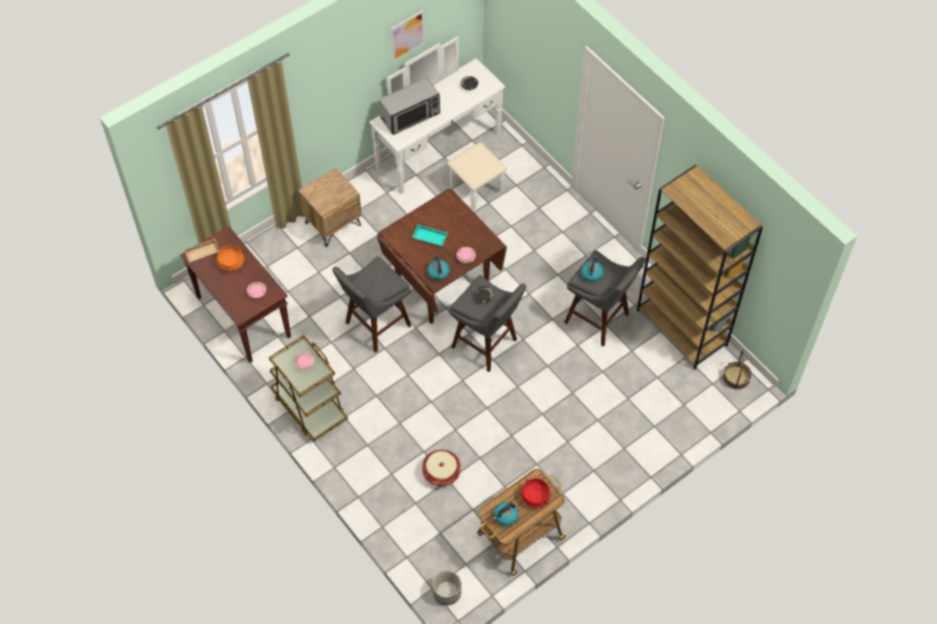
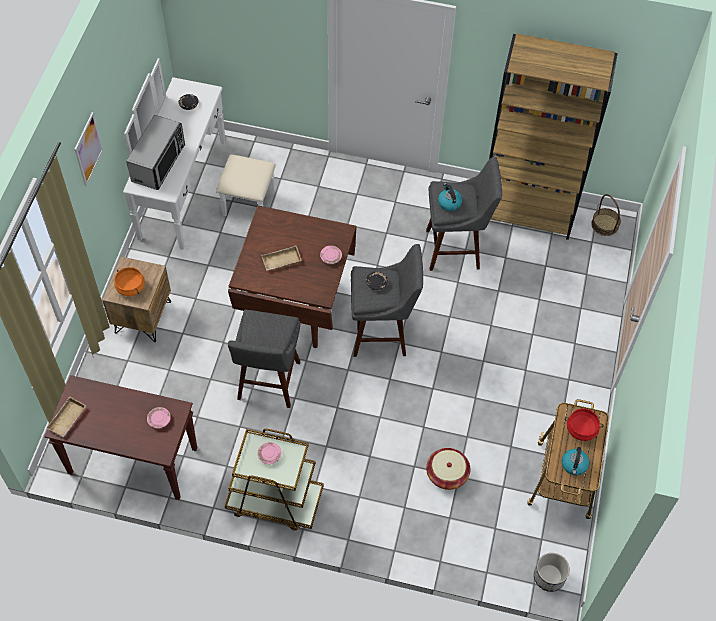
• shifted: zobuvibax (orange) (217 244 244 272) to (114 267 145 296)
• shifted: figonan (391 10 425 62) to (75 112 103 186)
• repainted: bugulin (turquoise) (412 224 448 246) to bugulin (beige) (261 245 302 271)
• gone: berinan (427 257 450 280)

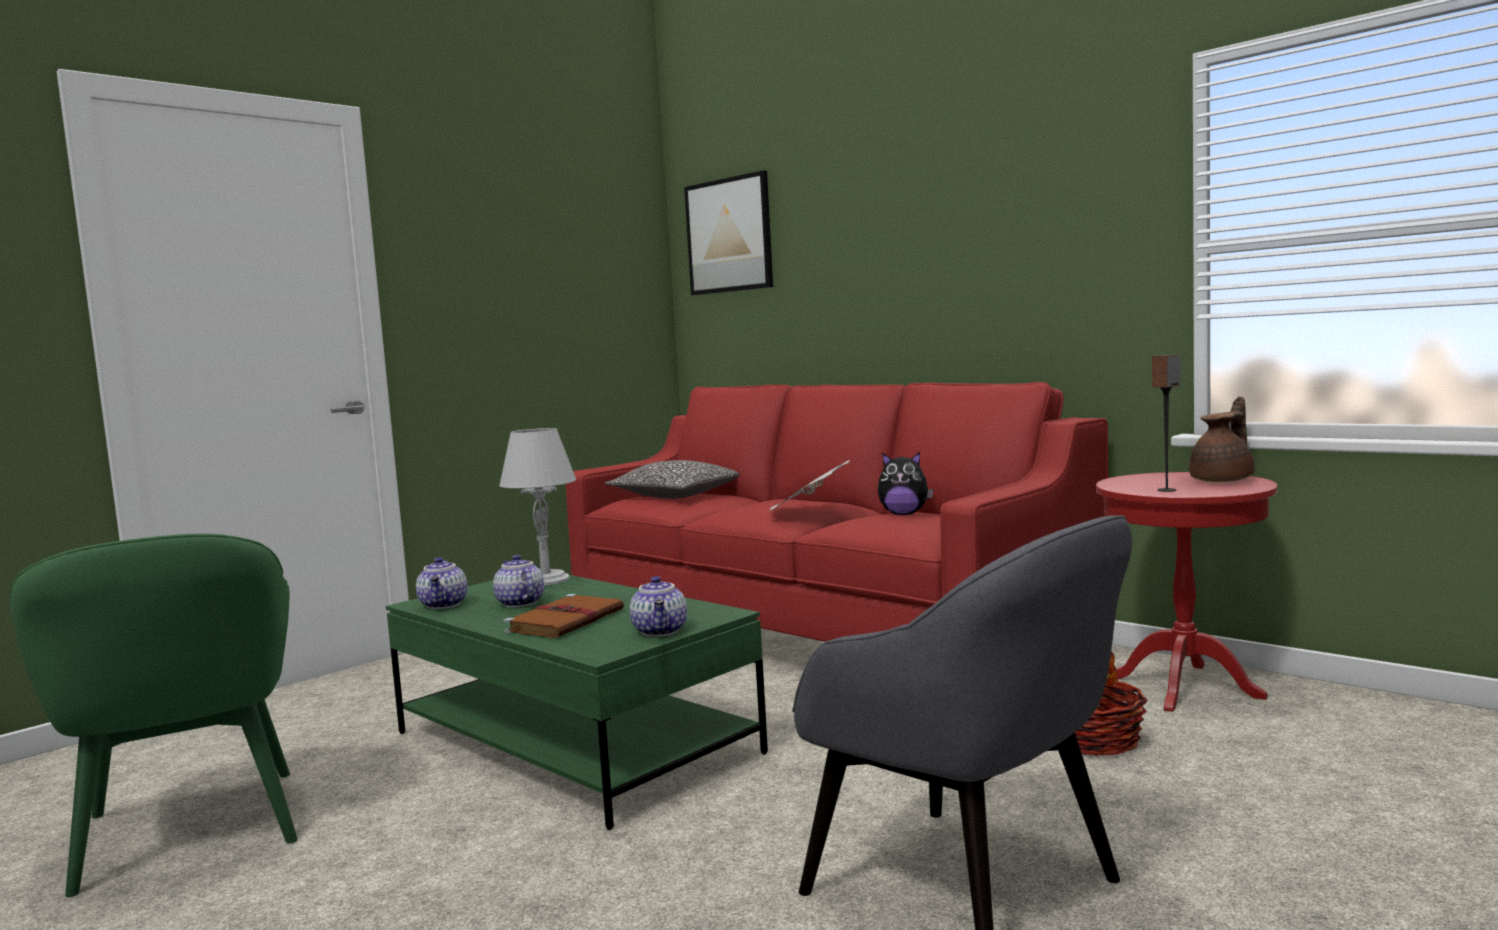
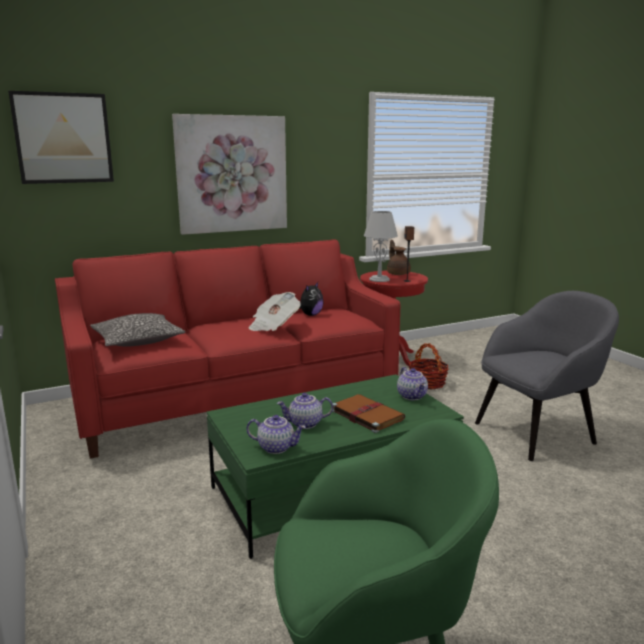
• shifted: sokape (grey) (499 428 576 586) to (364 211 398 282)
• rotated: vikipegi (630 576 687 637) = (397 367 428 400) 60 degrees clockwise
• new: figonan (172 114 287 235)

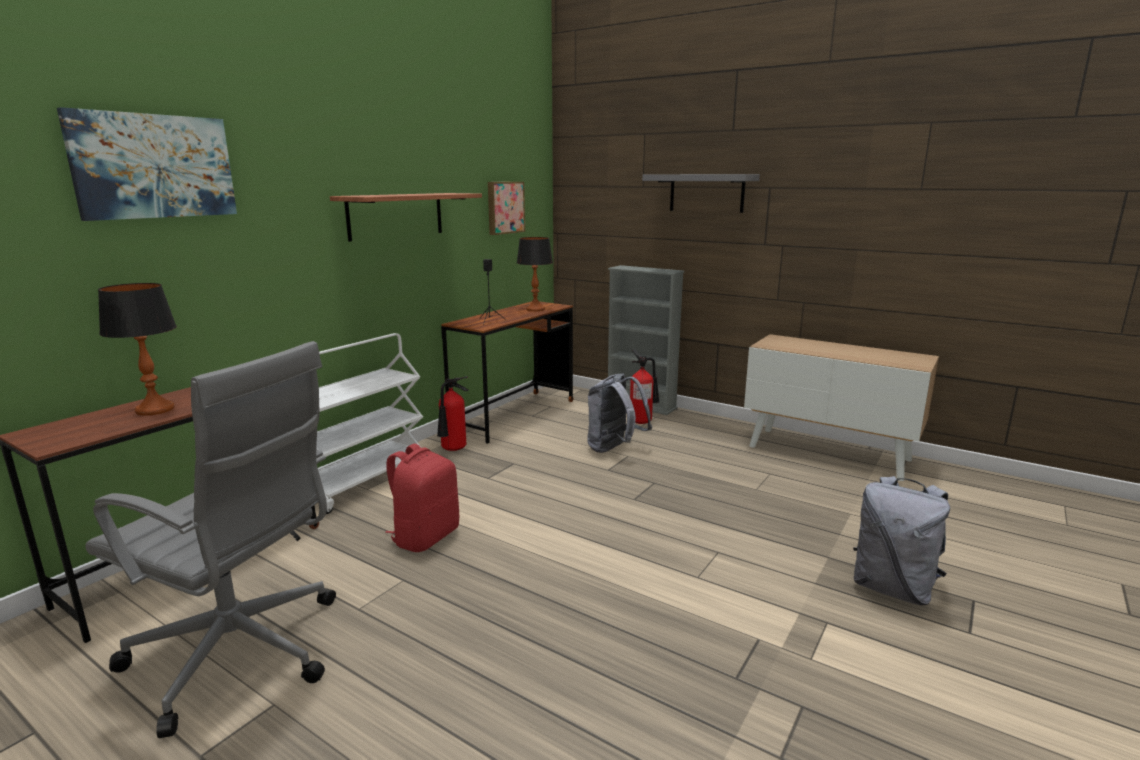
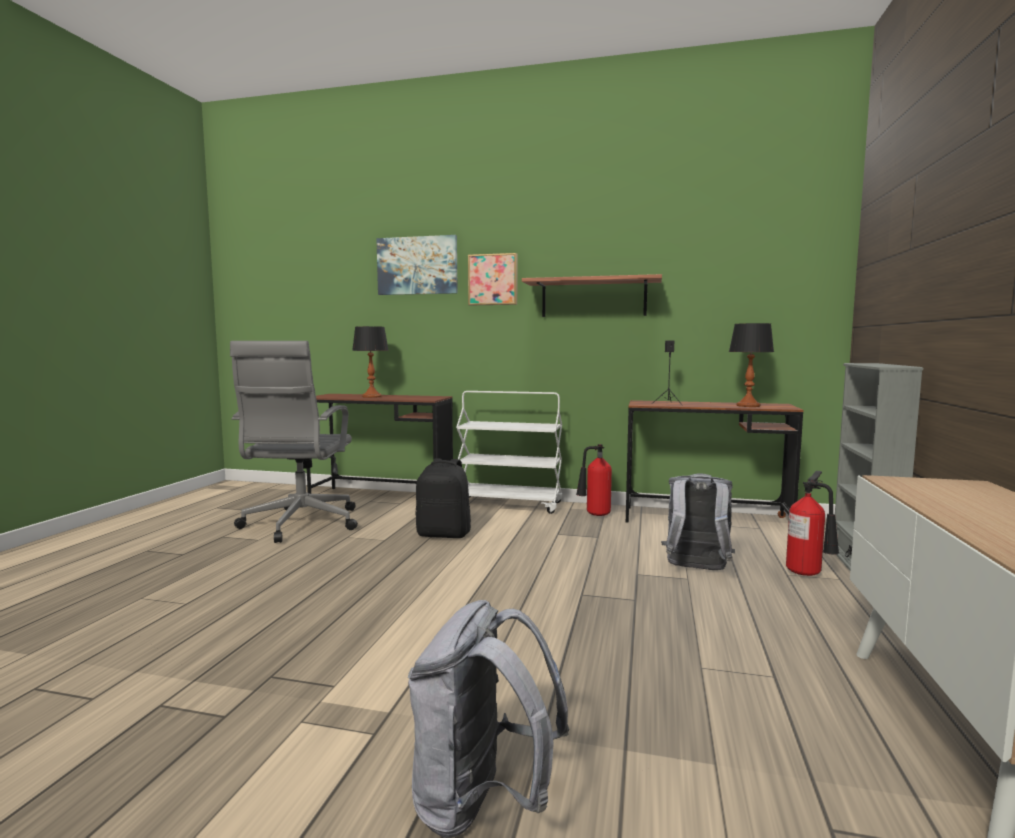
• repainted: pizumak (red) (385 444 459 552) to pizumak (black) (415 458 471 538)
• shifted: figonan (488 182 525 235) to (468 253 517 305)
• gone: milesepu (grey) (642 174 760 213)

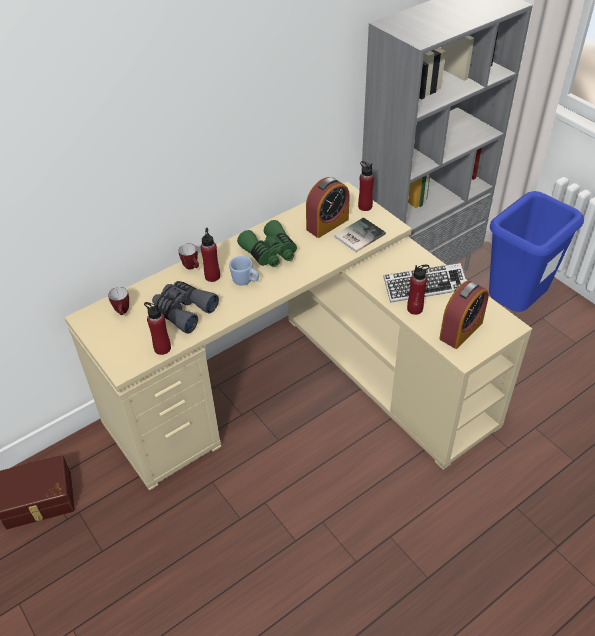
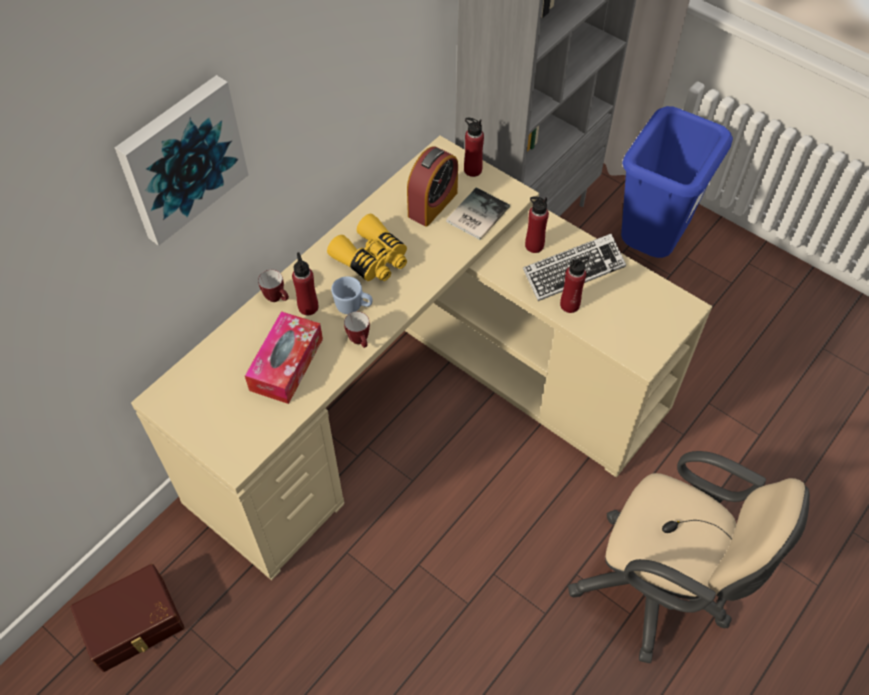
• shifted: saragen (108 287 129 315) to (344 312 370 348)
• shifted: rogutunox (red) (144 302 171 355) to (525 196 549 253)
• swapped: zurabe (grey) (152 281 219 334) to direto (245 311 323 404)
• repainted: zurabe (green) (237 220 297 267) to zurabe (yellow) (327 214 407 281)
• gone: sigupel (439 281 489 349)
• new: figonan (115 75 249 246)
• new: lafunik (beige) (568 451 810 663)

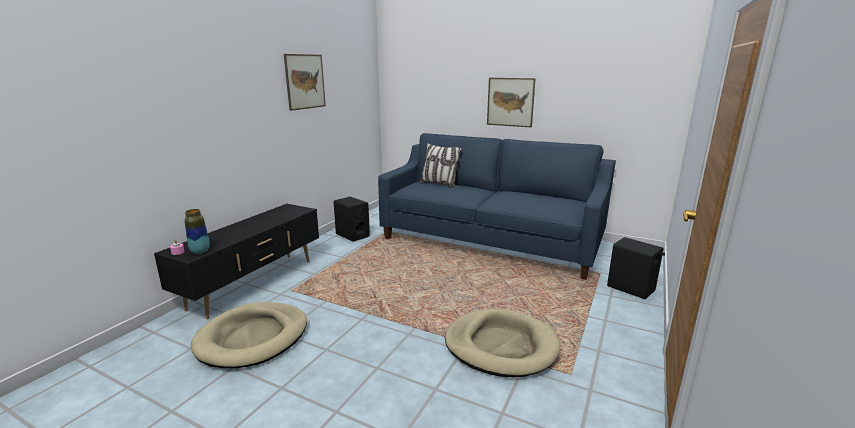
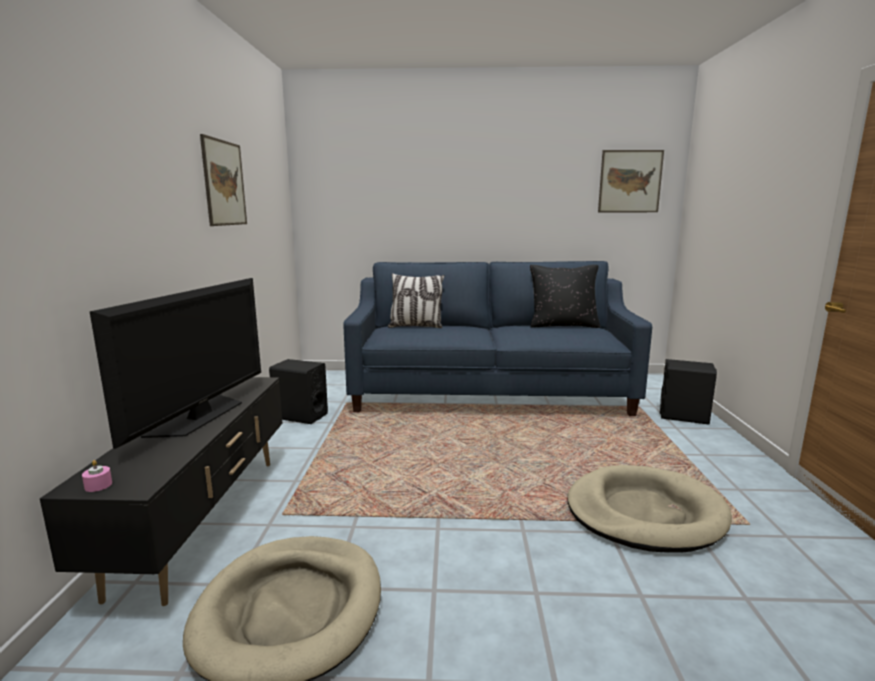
• gone: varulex (185 209 210 254)
• shifted: figonan (487 78 536 128) to (598 150 664 212)
• new: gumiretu (89 278 261 449)
• new: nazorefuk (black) (530 265 600 328)

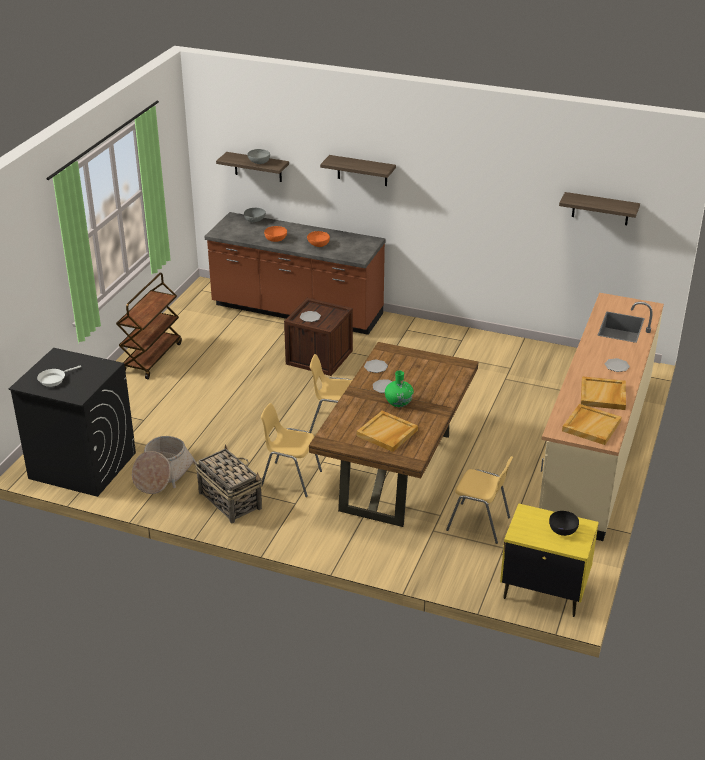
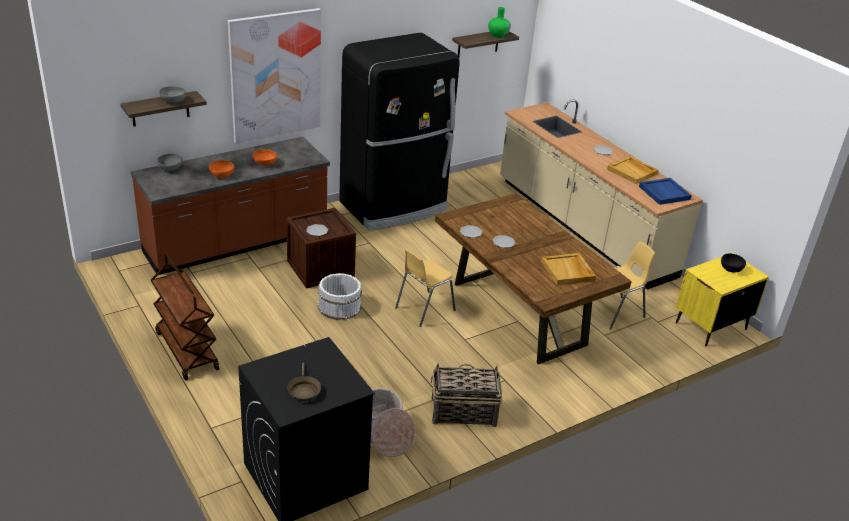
• repainted: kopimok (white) (37 365 81 387) to kopimok (brown) (287 362 321 401)
• gone: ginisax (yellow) (261 403 322 497)
• swapped: milesepu (320 155 396 186) to figonan (228 8 321 144)
• shifted: varulex (green) (385 371 414 407) to (488 7 511 38)
• repainted: bugulin (beige) (562 404 621 445) to bugulin (blue) (639 178 692 205)
• new: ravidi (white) (318 273 362 320)
• new: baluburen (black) (339 33 460 230)

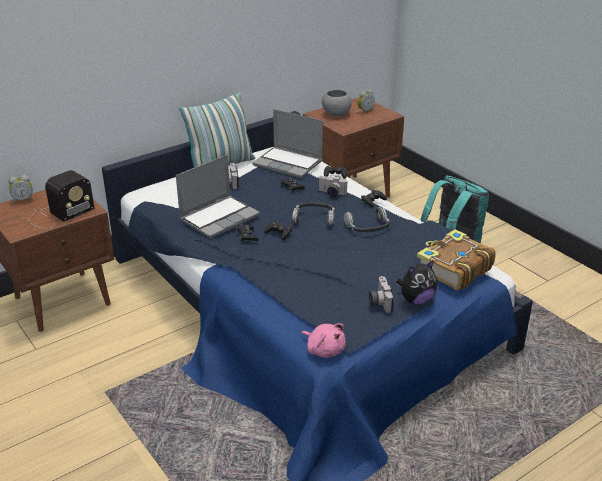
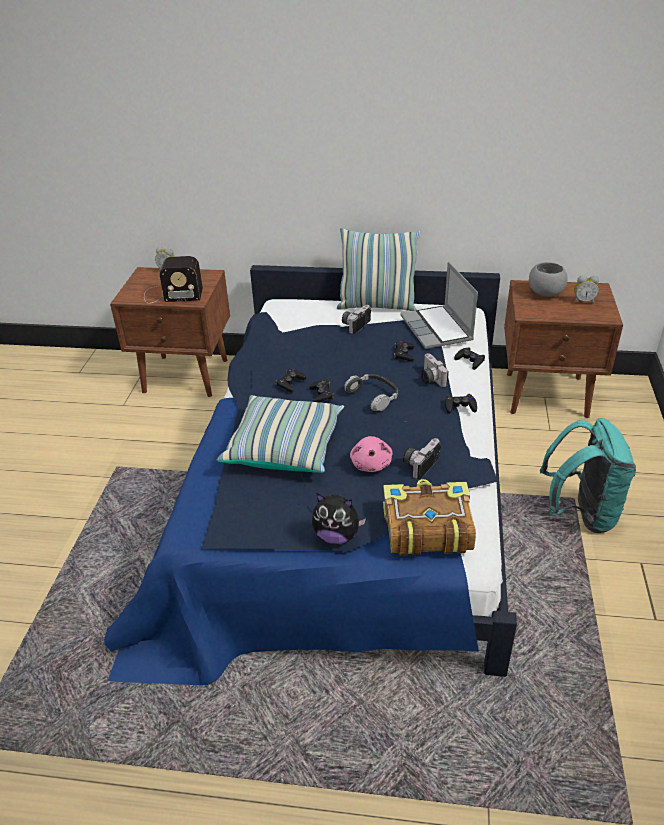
• gone: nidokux (176 155 260 238)
• shifted: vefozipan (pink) (301 323 346 358) to (350 436 393 472)
• gone: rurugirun (344 207 390 232)
• shifted: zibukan (369 276 394 313) to (403 438 441 479)
• new: nazorefuk (217 395 344 473)

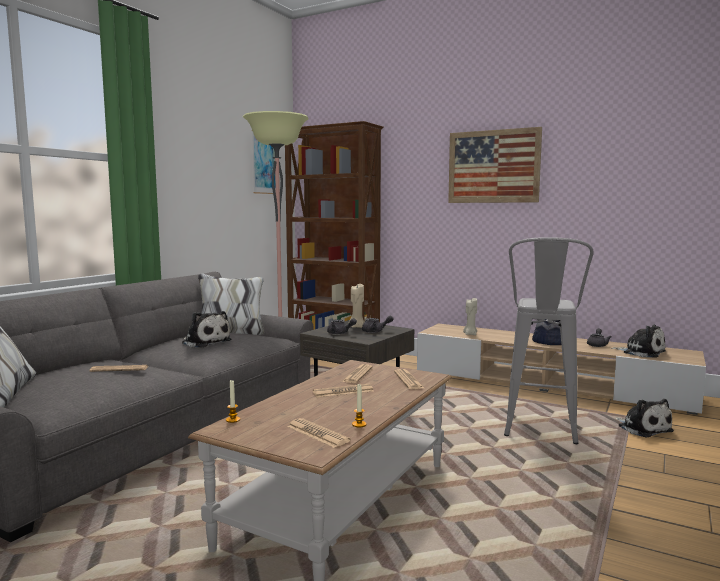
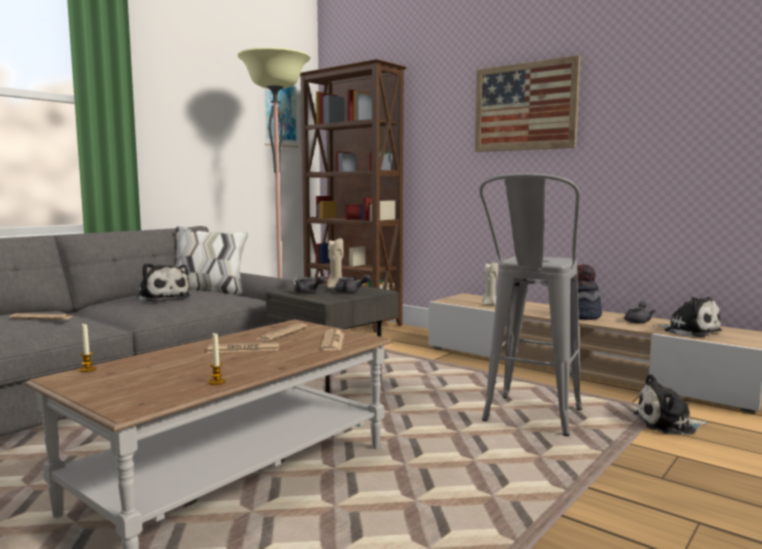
• gone: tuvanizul (287 418 351 448)
• rotated: vefozipan (616 399 674 438) = (634 374 708 434) 105 degrees clockwise

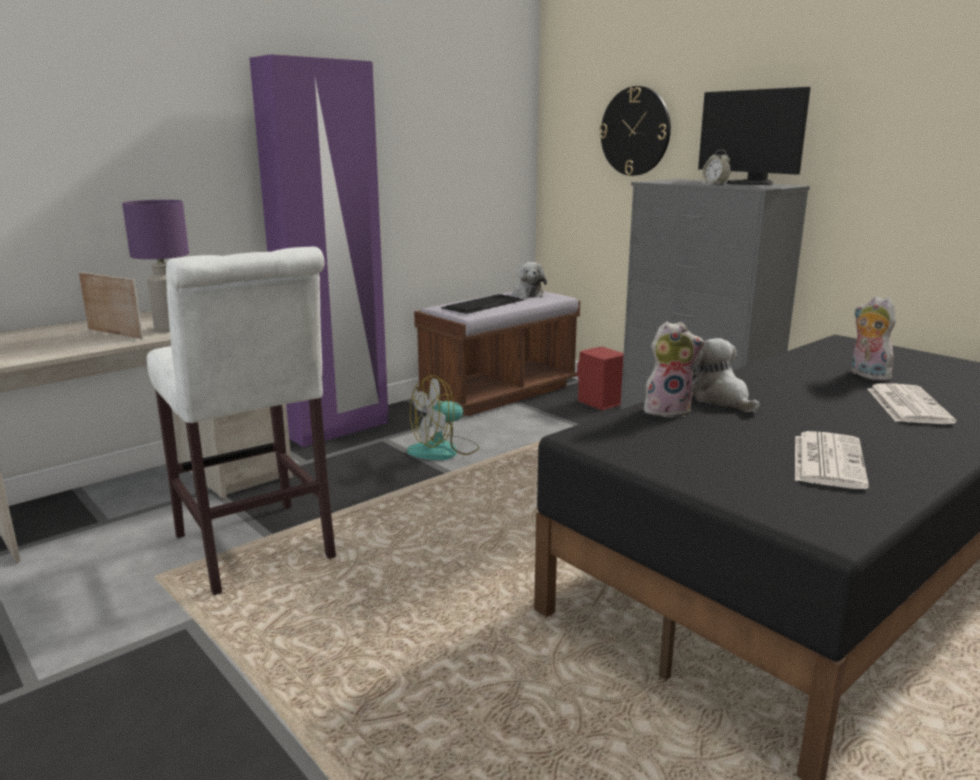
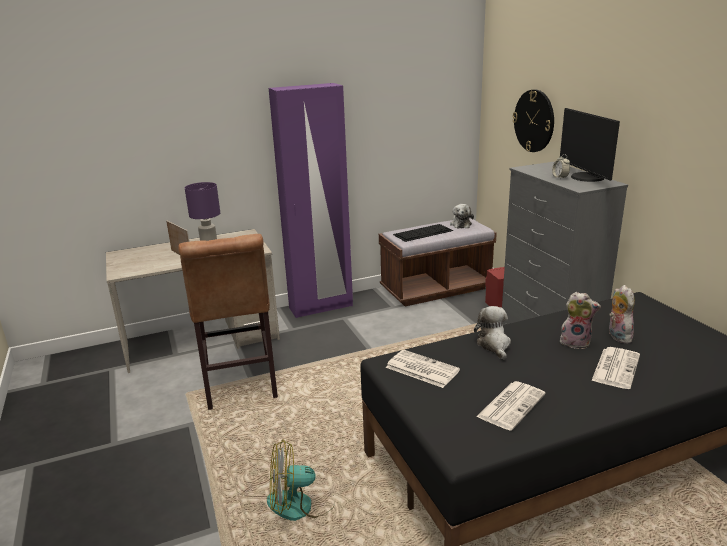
• repainted: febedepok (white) (147 247 336 595) to febedepok (brown) (178 234 278 410)
• shifted: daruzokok (407 375 480 460) to (267 440 335 521)
• shifted: vefozipan (644 321 705 418) to (560 292 601 349)
• new: tuvanizul (386 350 460 388)

